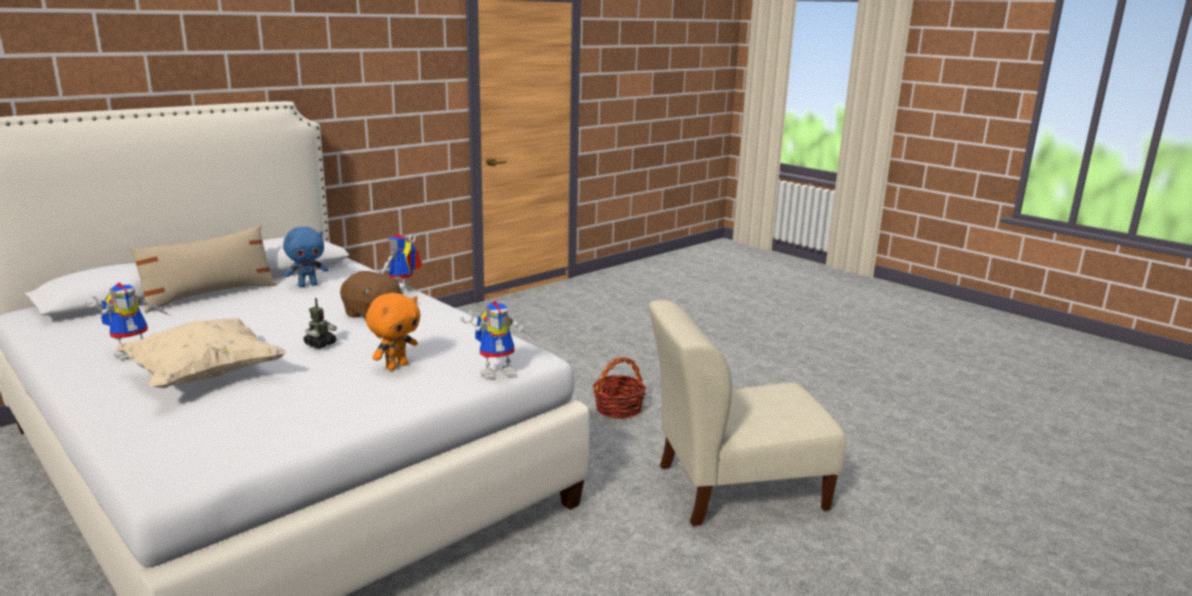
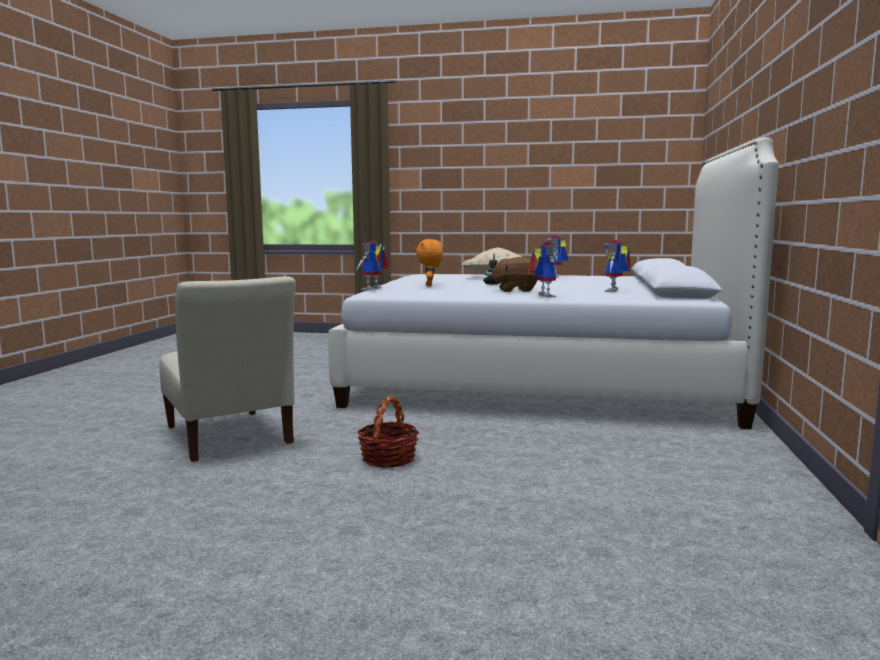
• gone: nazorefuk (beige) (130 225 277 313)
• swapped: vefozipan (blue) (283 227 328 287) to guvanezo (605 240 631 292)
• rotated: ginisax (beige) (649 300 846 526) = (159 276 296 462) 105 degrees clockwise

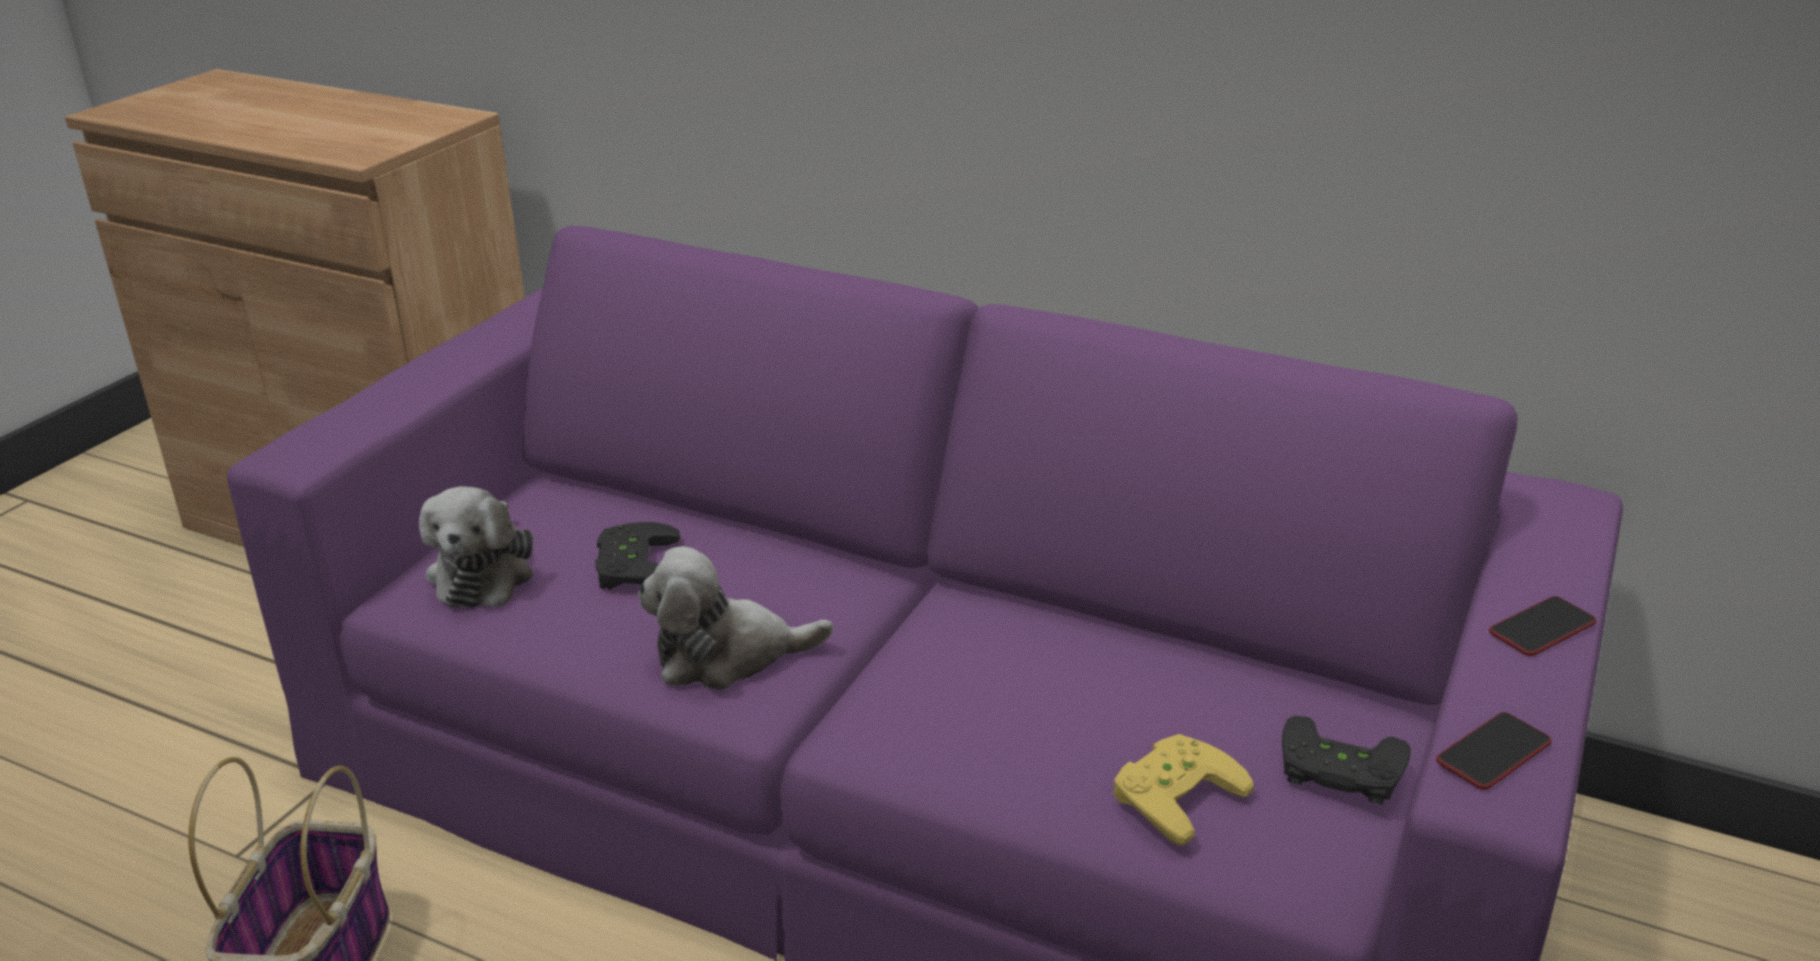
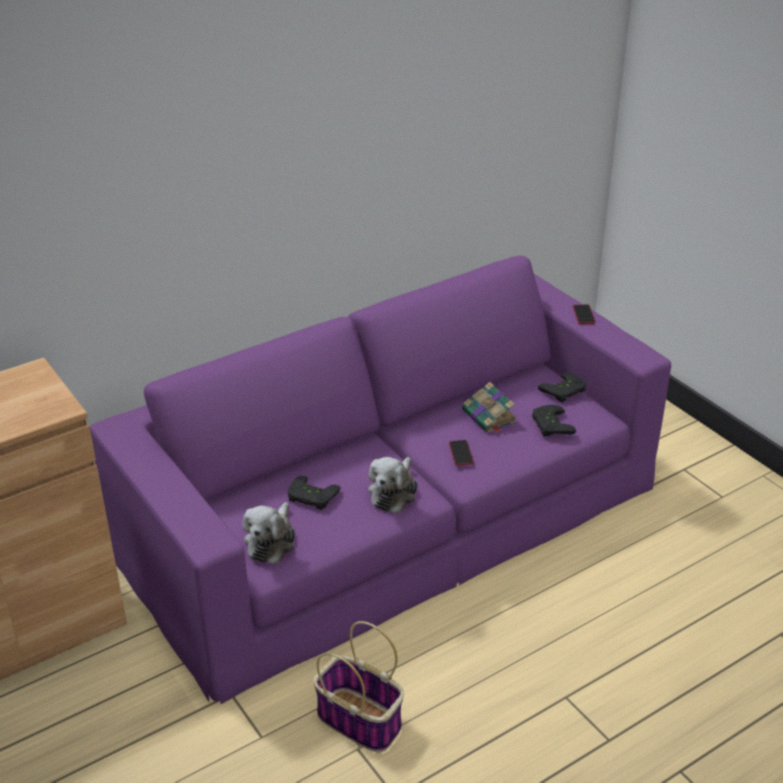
• rotated: vefozipan (419 486 533 608) = (243 502 295 564) 75 degrees clockwise
• repainted: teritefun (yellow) (1113 734 1254 846) to teritefun (black) (532 405 576 437)
• shifted: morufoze (1436 712 1552 790) to (449 440 474 466)
• new: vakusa (462 382 516 433)

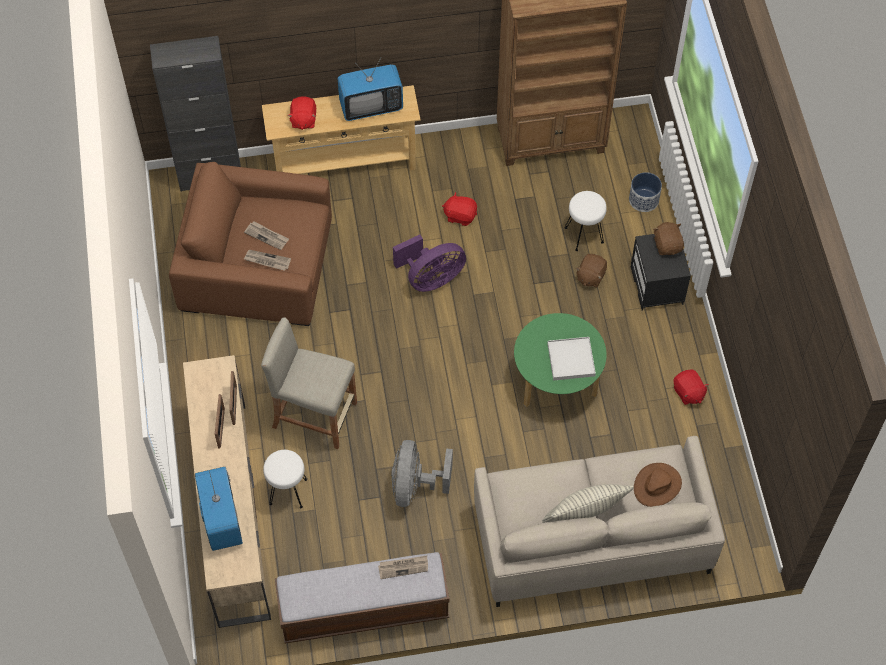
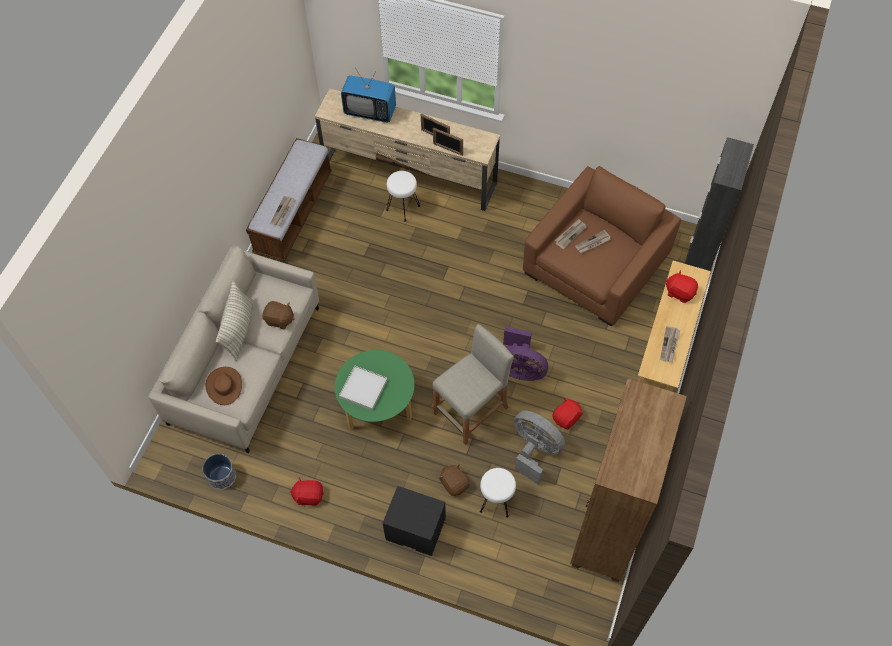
• shifted: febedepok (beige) (261 317 357 449) to (432 324 513 445)
• swapped: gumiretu (337 58 403 121) to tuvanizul (660 326 680 362)
• shifted: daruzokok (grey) (391 440 453 507) to (514 411 565 485)
• rotated: daruzokok (purple) (393 235 466 292) = (503 326 548 381) 75 degrees counterclockwise
• shifted: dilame (629 172 662 212) to (203 454 236 490)
• shifted: vefozipan (brown) (653 222 684 255) to (262 301 295 329)

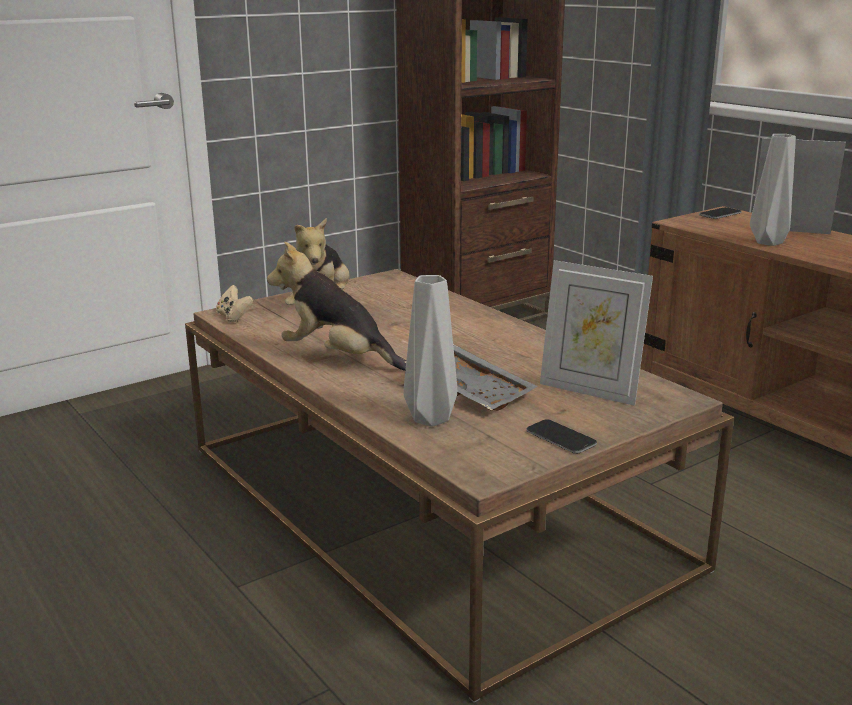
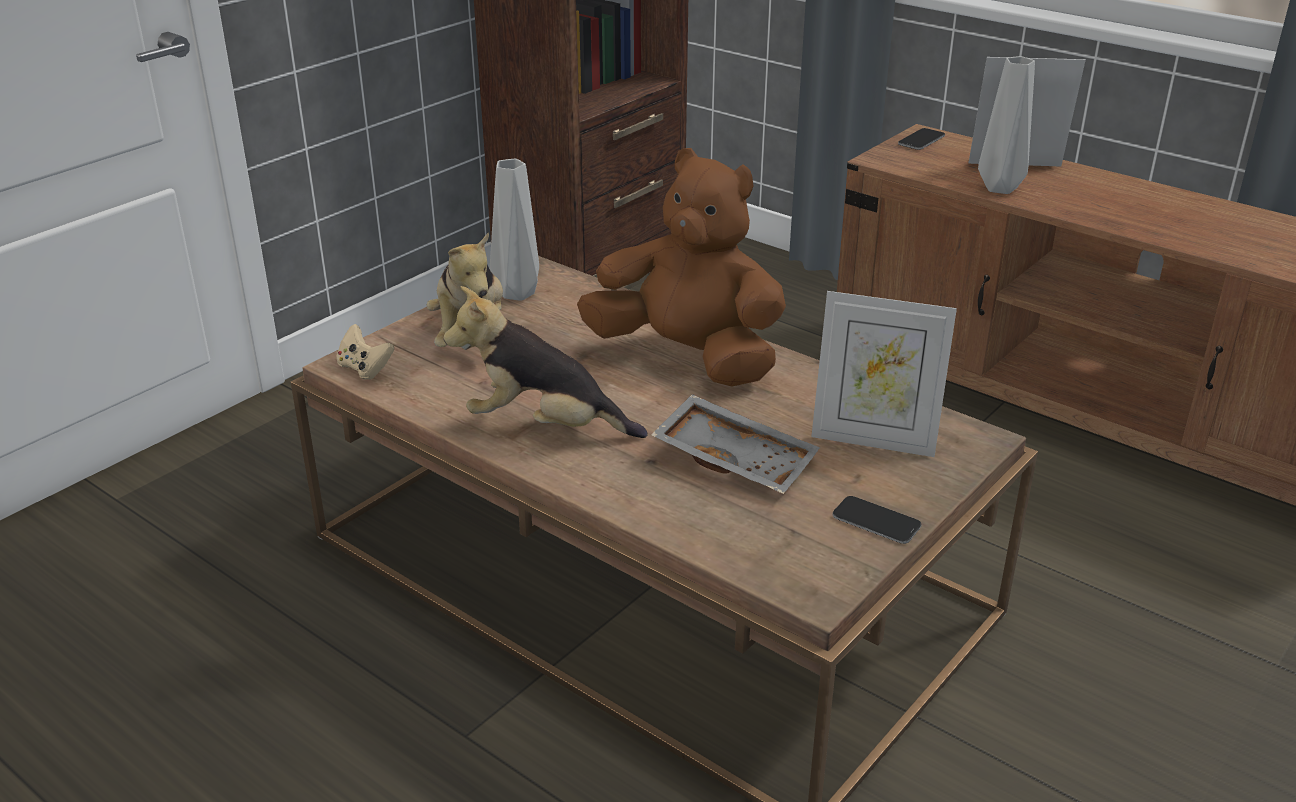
• shifted: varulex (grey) (403 275 457 426) to (490 159 539 301)
• new: vefozipan (brown) (577 148 786 387)

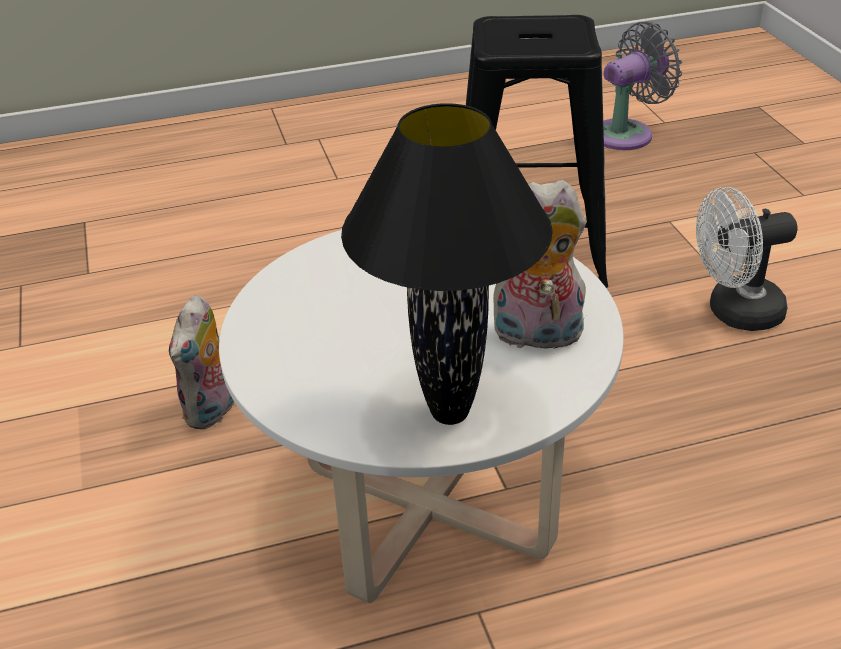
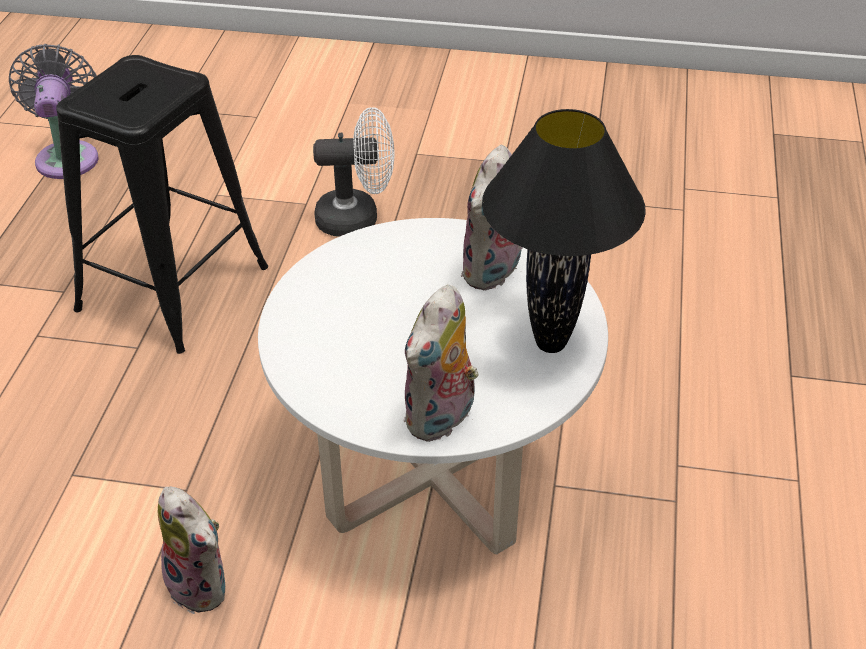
• rotated: daruzokok (white) (696 187 797 331) = (313 107 394 237) 105 degrees counterclockwise
• new: vefozipan (404 284 479 442)

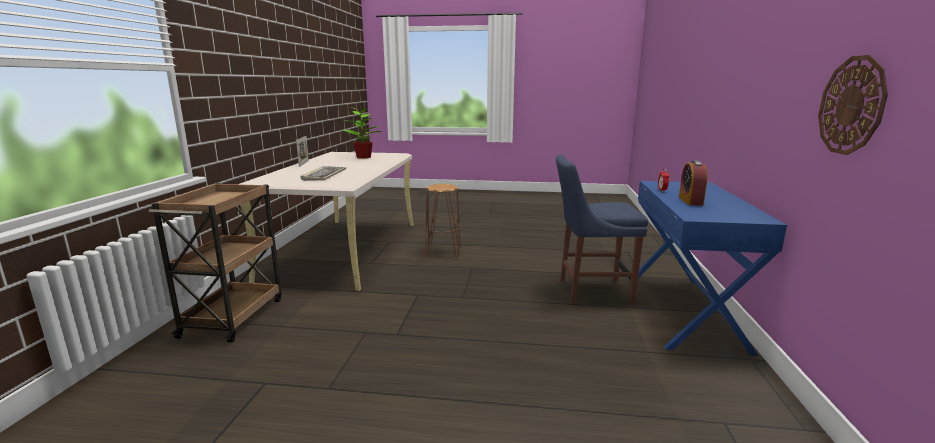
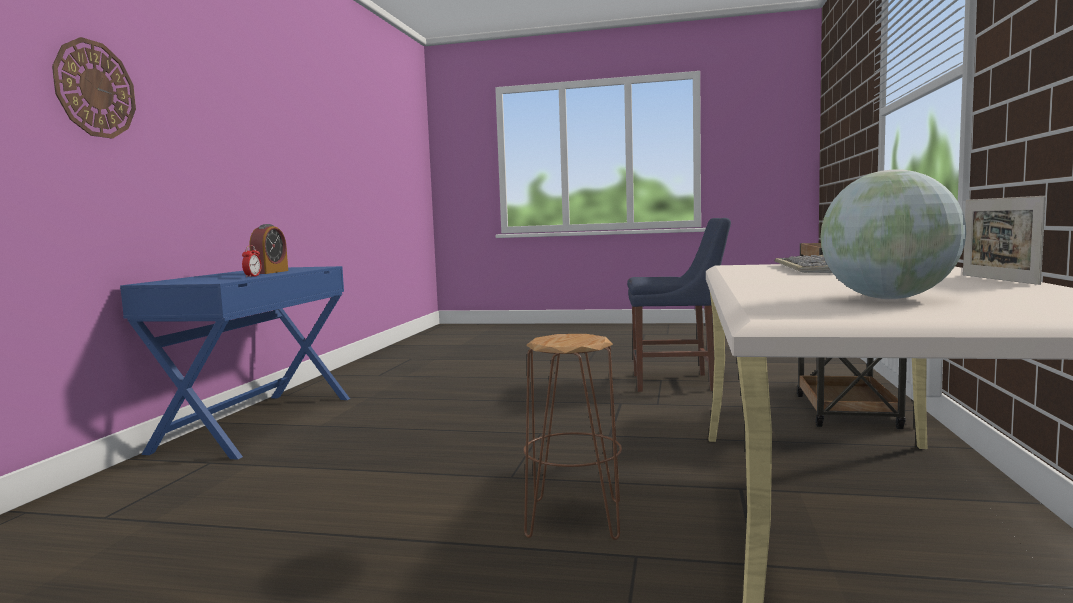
• swapped: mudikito (343 107 382 159) to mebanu (821 169 966 299)
• shifted: ginisax (blue) (556 155 648 304) to (627 218 731 392)
• shifted: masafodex (818 55 888 155) to (52 37 136 139)

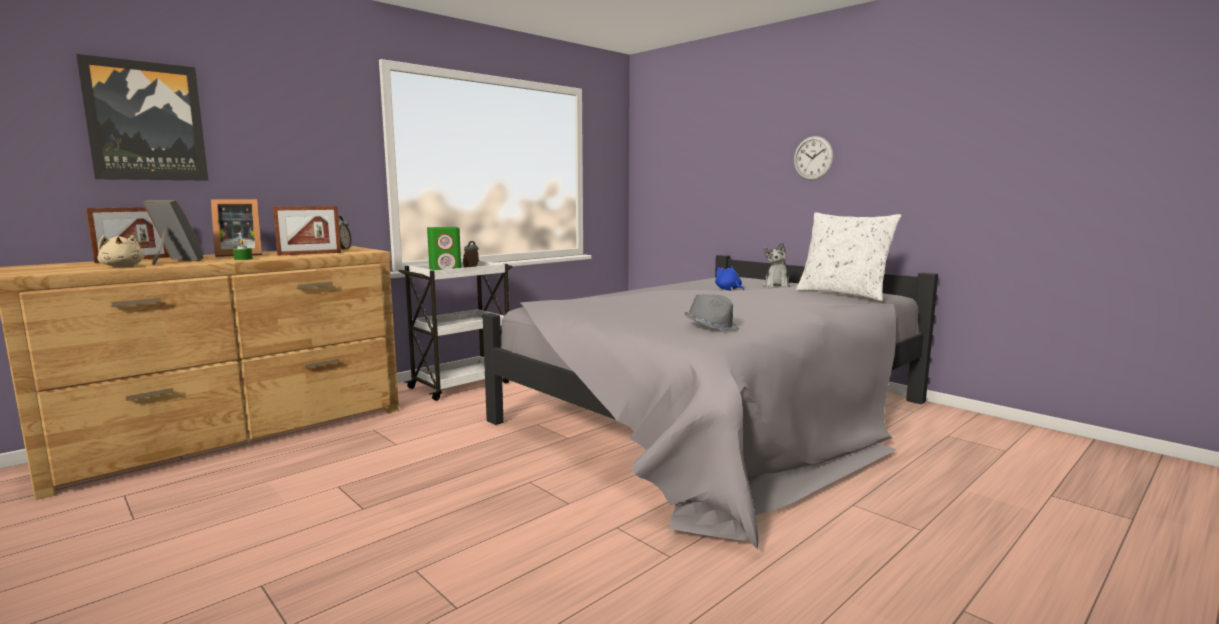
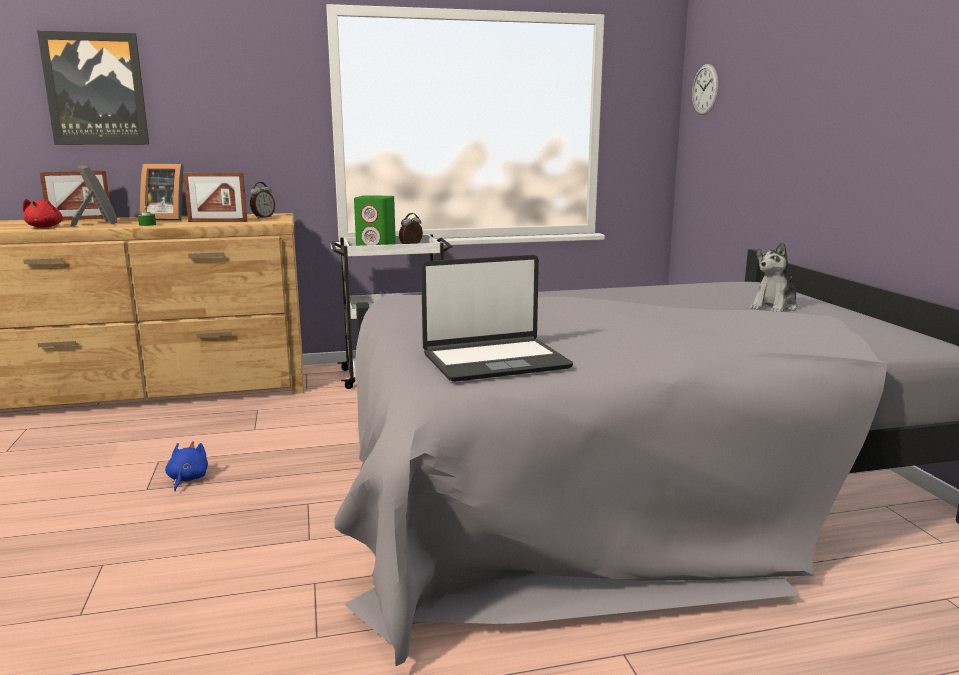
• repainted: vefozipan (beige) (97 235 145 267) to vefozipan (red) (23 199 63 228)
• swapped: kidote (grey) (684 294 738 330) to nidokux (421 255 573 382)
• shifted: vefozipan (blue) (715 266 744 290) to (165 441 208 491)
• shifted: masafodex (794 136 834 180) to (692 64 718 115)
• gone: nazorefuk (white) (796 212 901 301)

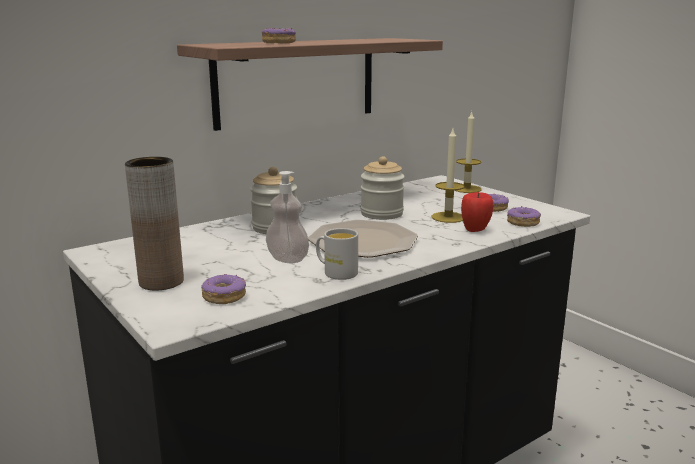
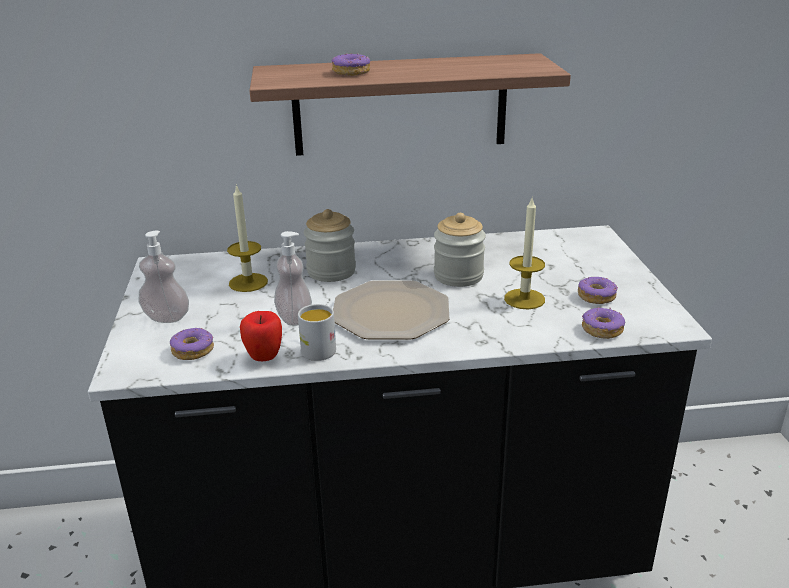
• swapped: varulex (brown) (125 157 184 290) to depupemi (139 230 189 323)
• shifted: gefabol (454 112 482 193) to (227 184 268 292)
• shifted: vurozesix (461 192 493 232) to (240 311 282 361)

